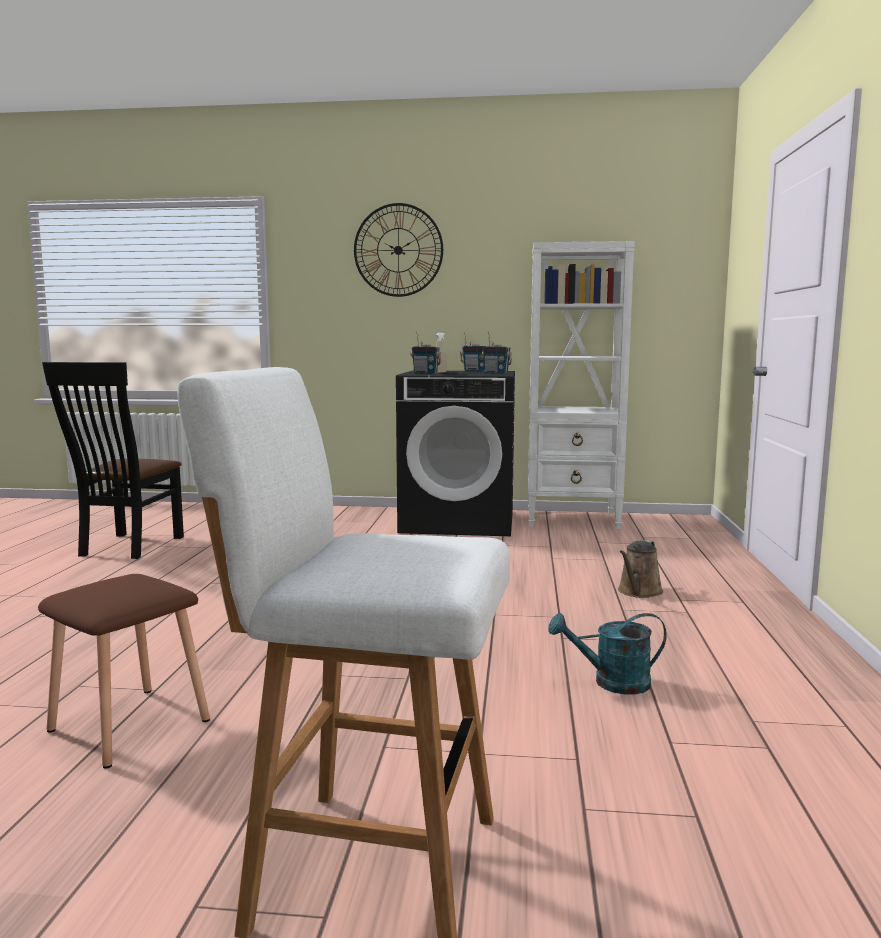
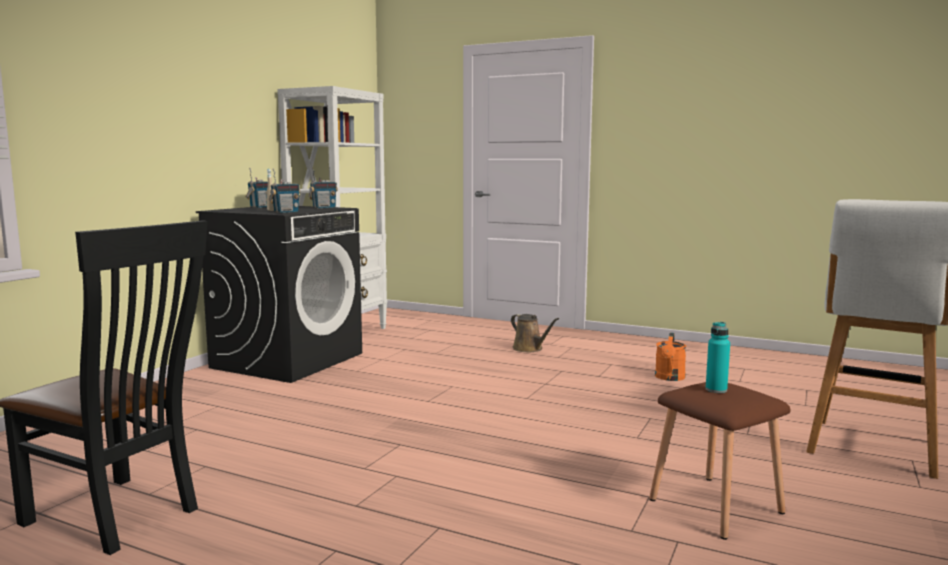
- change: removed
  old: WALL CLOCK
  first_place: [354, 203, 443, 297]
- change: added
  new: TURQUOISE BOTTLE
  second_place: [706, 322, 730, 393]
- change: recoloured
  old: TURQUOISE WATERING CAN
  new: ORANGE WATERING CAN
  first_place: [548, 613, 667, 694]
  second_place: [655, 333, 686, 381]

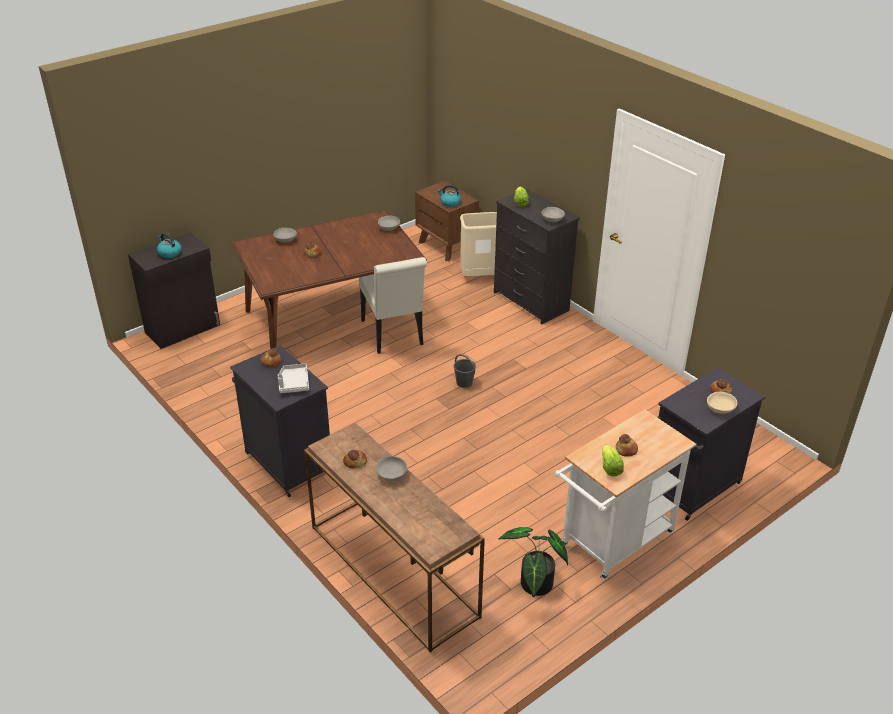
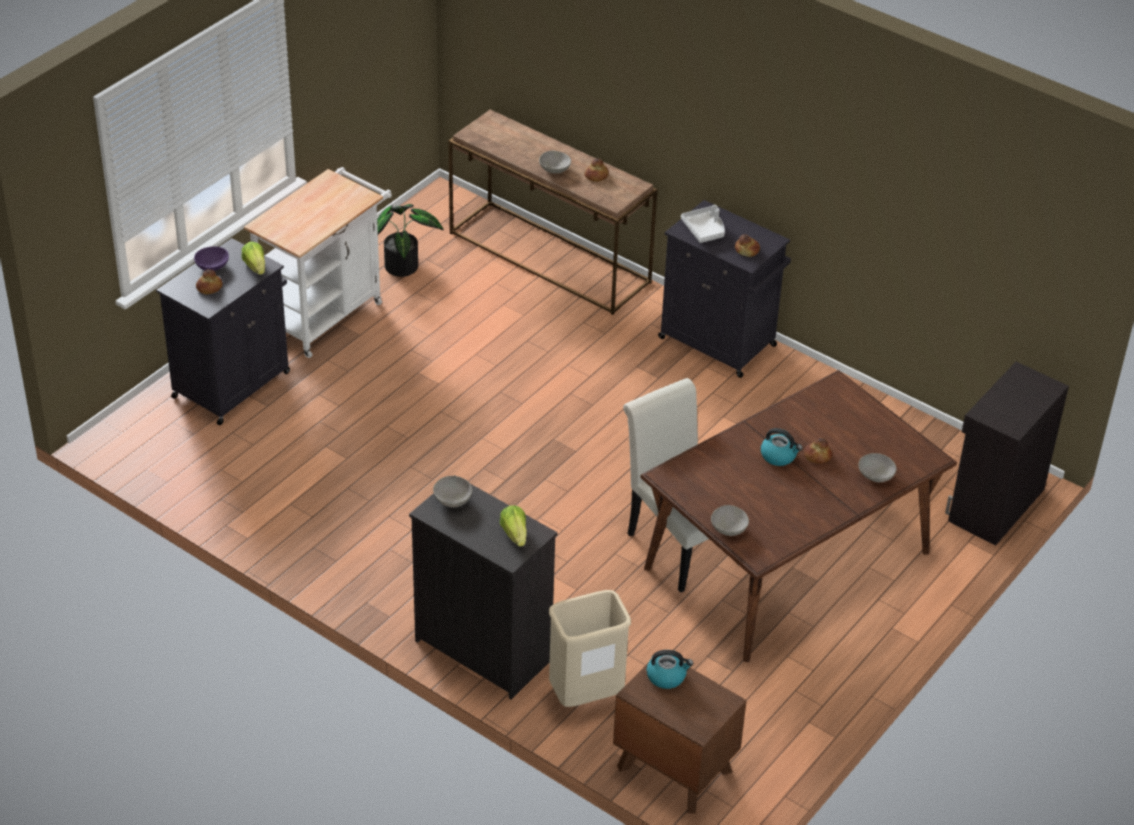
- change: removed
  old: GREY BUCKET
  first_place: [454, 354, 476, 388]
- change: removed
  old: BREAD
  first_place: [616, 434, 638, 457]
- change: moved
  old: KETTLE
  first_place: [157, 232, 182, 258]
  second_place: [761, 428, 803, 466]
- change: moved
  old: LETTUCE
  first_place: [602, 445, 624, 476]
  second_place: [242, 242, 265, 275]
- change: recoloured
  old: BEIGE BOWL
  new: PURPLE BOWL
  first_place: [707, 392, 737, 414]
  second_place: [194, 247, 229, 271]

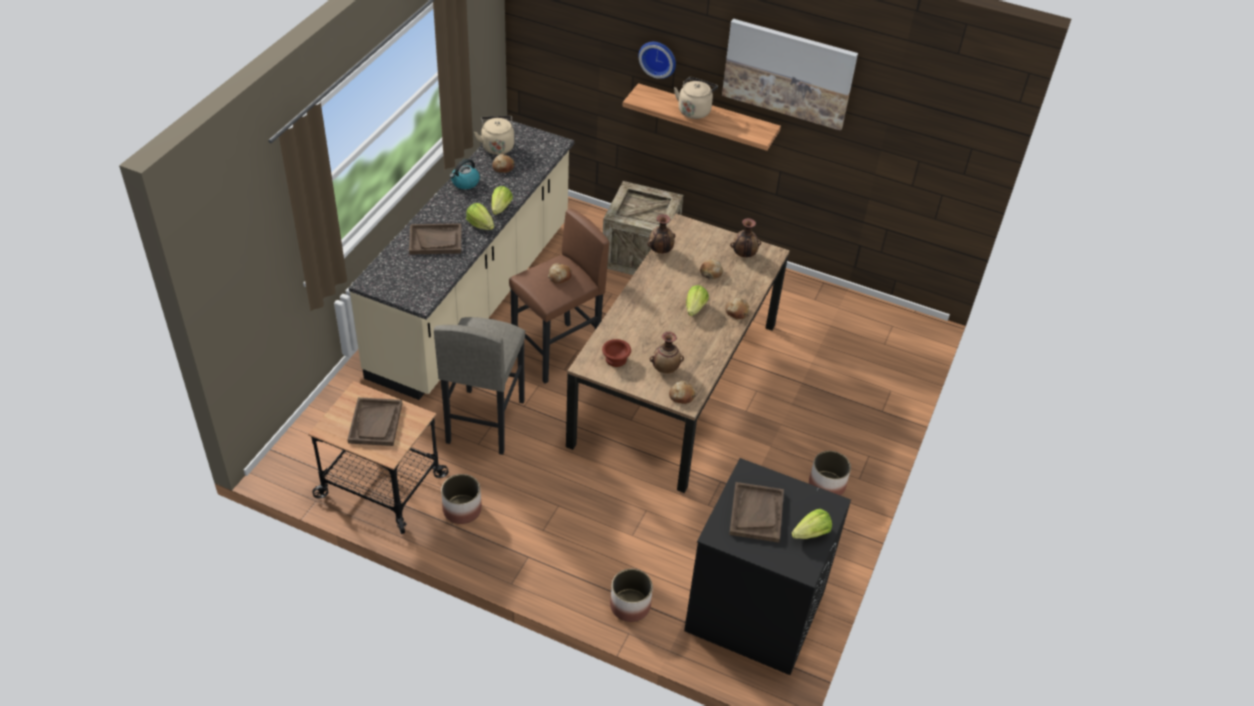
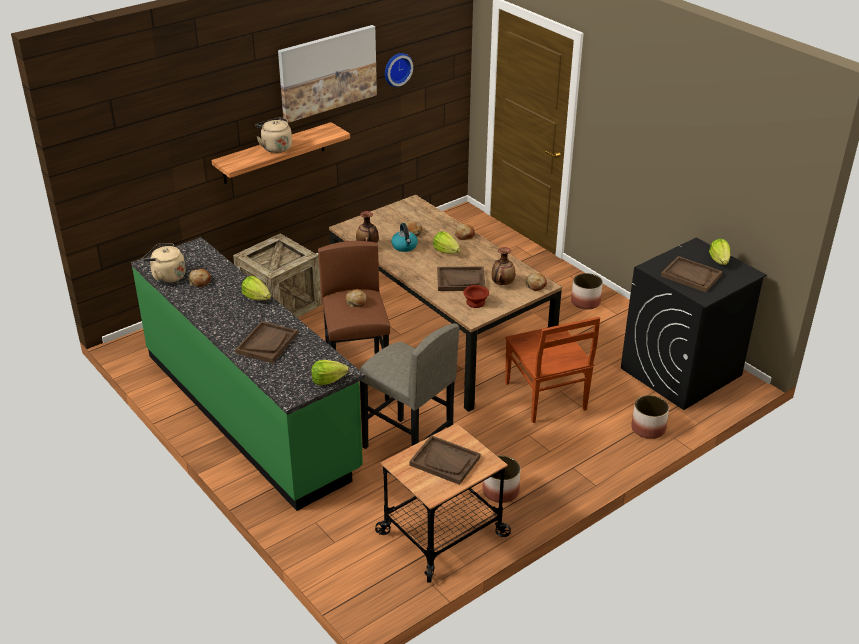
- change: removed
  old: VASE
  first_place: [730, 218, 761, 258]
- change: added
  new: BROWN TRAY
  second_place: [437, 267, 486, 291]
- change: added
  new: BROWN CHAIR
  second_place: [505, 317, 600, 423]
- change: moved
  old: KETTLE
  first_place: [450, 159, 480, 189]
  second_place: [391, 223, 418, 252]
- change: moved
  old: LETTUCE
  first_place: [466, 203, 494, 230]
  second_place: [311, 360, 349, 385]
- change: moved
  old: WALL CLOCK
  first_place: [639, 42, 676, 79]
  second_place: [385, 53, 413, 87]
- change: recoloured
  old: BEIGE COUNTER
  new: GREEN COUNTER
  first_place: [349, 119, 574, 400]
  second_place: [131, 237, 365, 511]

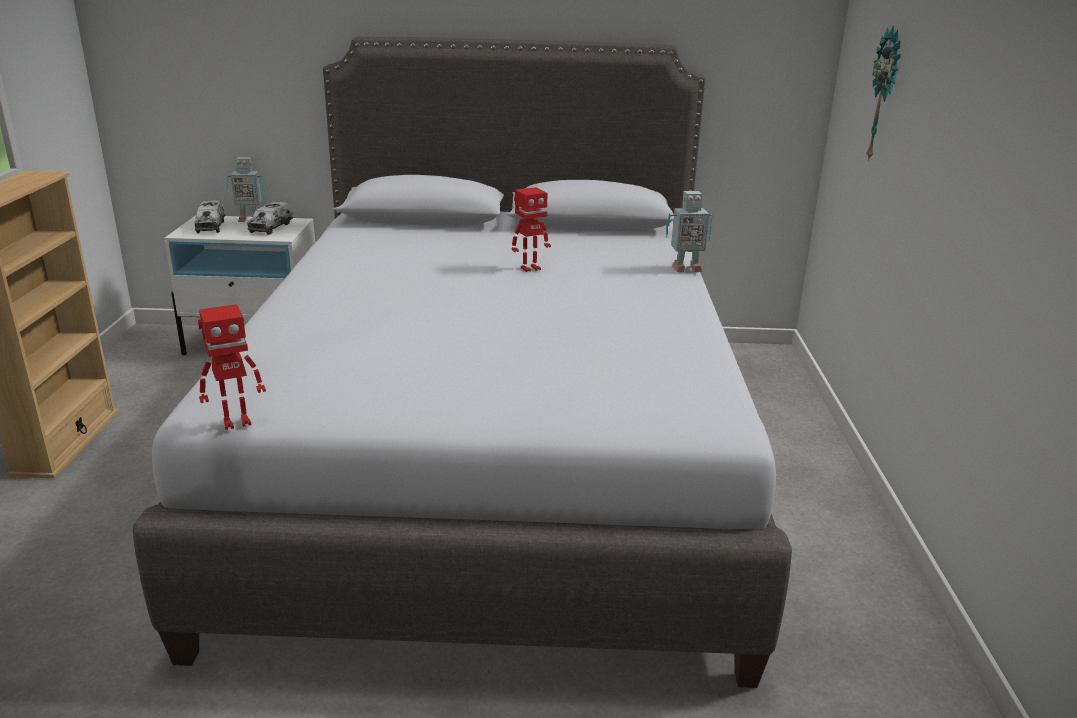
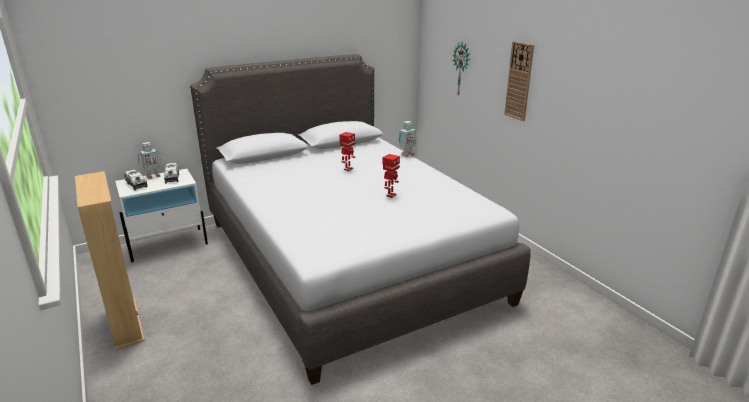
- change: added
  new: WALL CLOCK
  second_place: [504, 41, 534, 121]
- change: moved
  old: TOY ROBOT
  first_place: [198, 304, 266, 430]
  second_place: [382, 154, 400, 198]

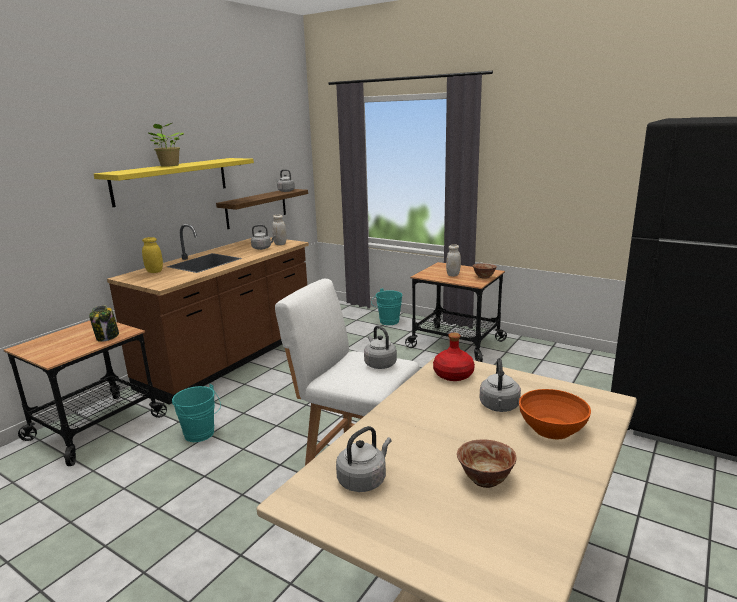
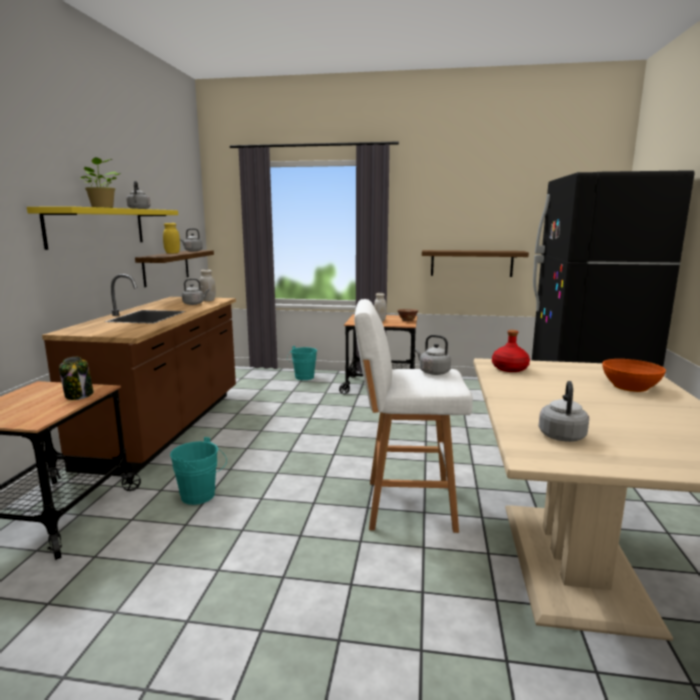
- change: removed
  old: BOWL
  first_place: [457, 439, 516, 488]
- change: added
  new: SHELF
  second_place: [422, 250, 529, 277]
- change: moved
  old: YELLOW JAR
  first_place: [142, 237, 163, 273]
  second_place: [163, 223, 180, 253]
- change: moved
  old: GREY KETTLE
  first_place: [480, 358, 521, 412]
  second_place: [126, 181, 151, 209]

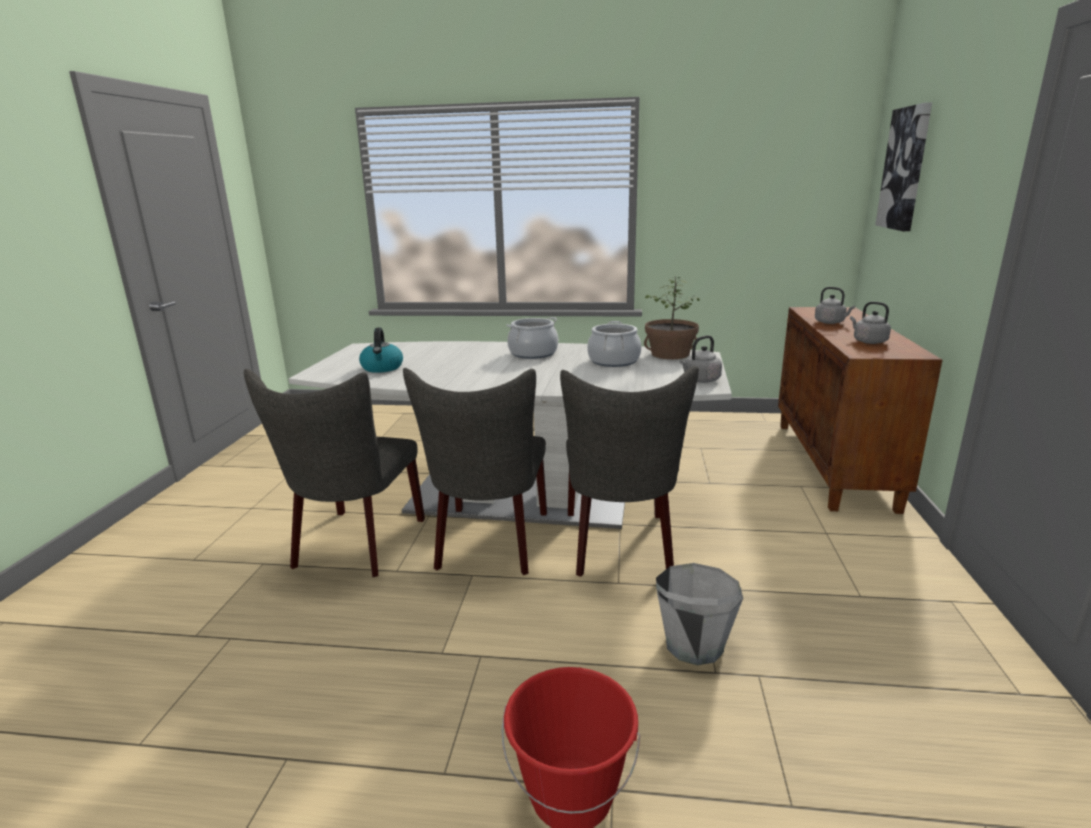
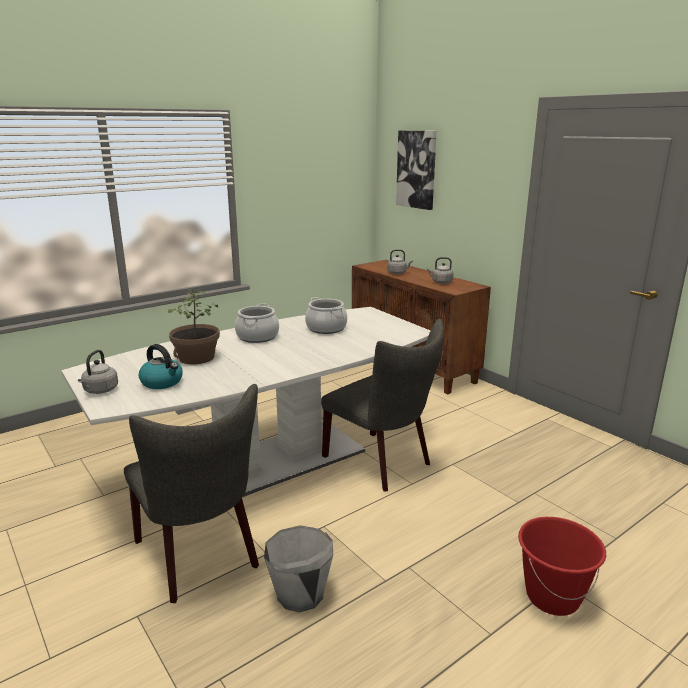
- change: removed
  old: GREY CHAIR
  first_place: [403, 368, 547, 575]
- change: moved
  old: POTTED PLANT
  first_place: [644, 276, 699, 359]
  second_place: [168, 288, 220, 364]
- change: moved
  old: GREY BUCKET
  first_place: [656, 563, 743, 665]
  second_place: [264, 525, 333, 612]
- change: moved
  old: GREY KETTLE
  first_place: [680, 335, 722, 383]
  second_place: [78, 350, 118, 394]

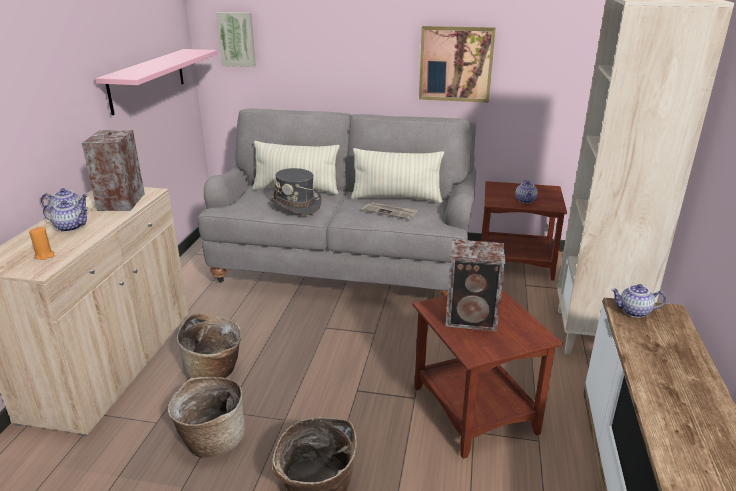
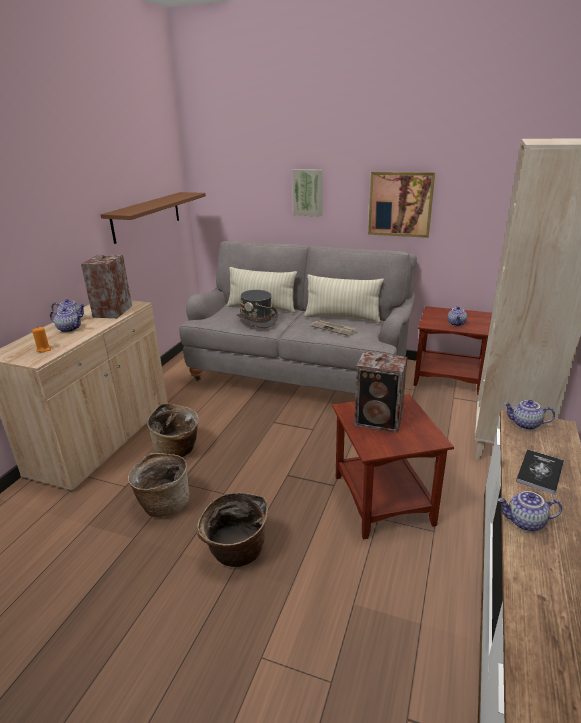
- change: added
  new: TEAPOT
  second_place: [498, 491, 562, 531]
- change: added
  new: BOOK
  second_place: [516, 450, 564, 494]
- change: moved
  old: PICTURE
  first_place: [216, 12, 256, 67]
  second_place: [293, 169, 323, 217]
- change: recoloured
  old: PINK SHELF
  new: BROWN SHELF
  first_place: [95, 49, 218, 115]
  second_place: [101, 192, 206, 244]

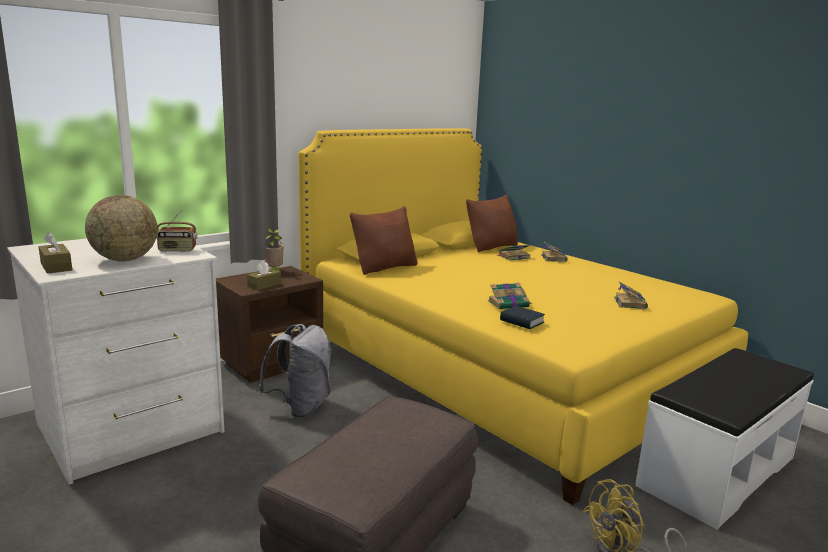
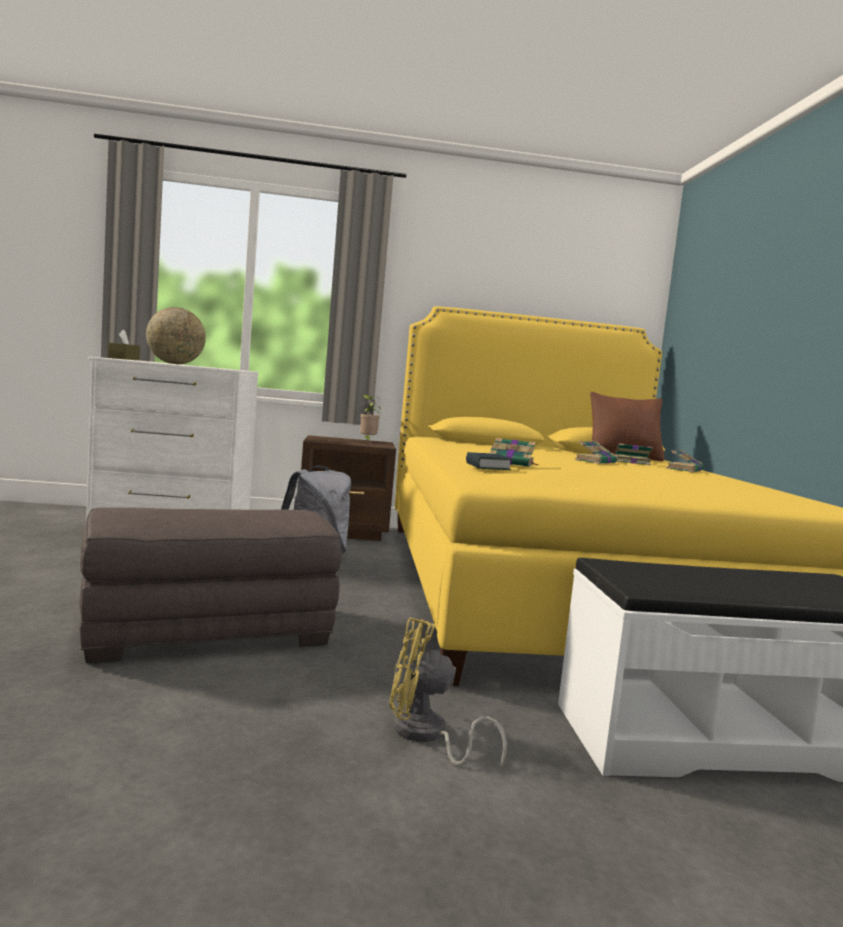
- change: removed
  old: RADIO
  first_place: [156, 210, 198, 252]
- change: removed
  old: BROWN TISSUE BOX
  first_place: [247, 261, 281, 290]
- change: removed
  old: BROWN PILLOW
  first_place: [350, 206, 417, 275]
- change: moved
  old: BOOK
  first_place: [614, 281, 648, 309]
  second_place: [575, 441, 617, 464]

